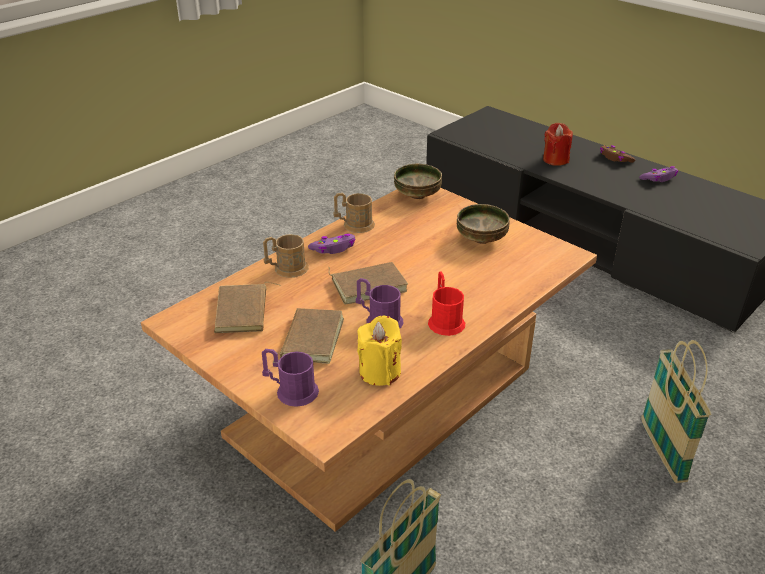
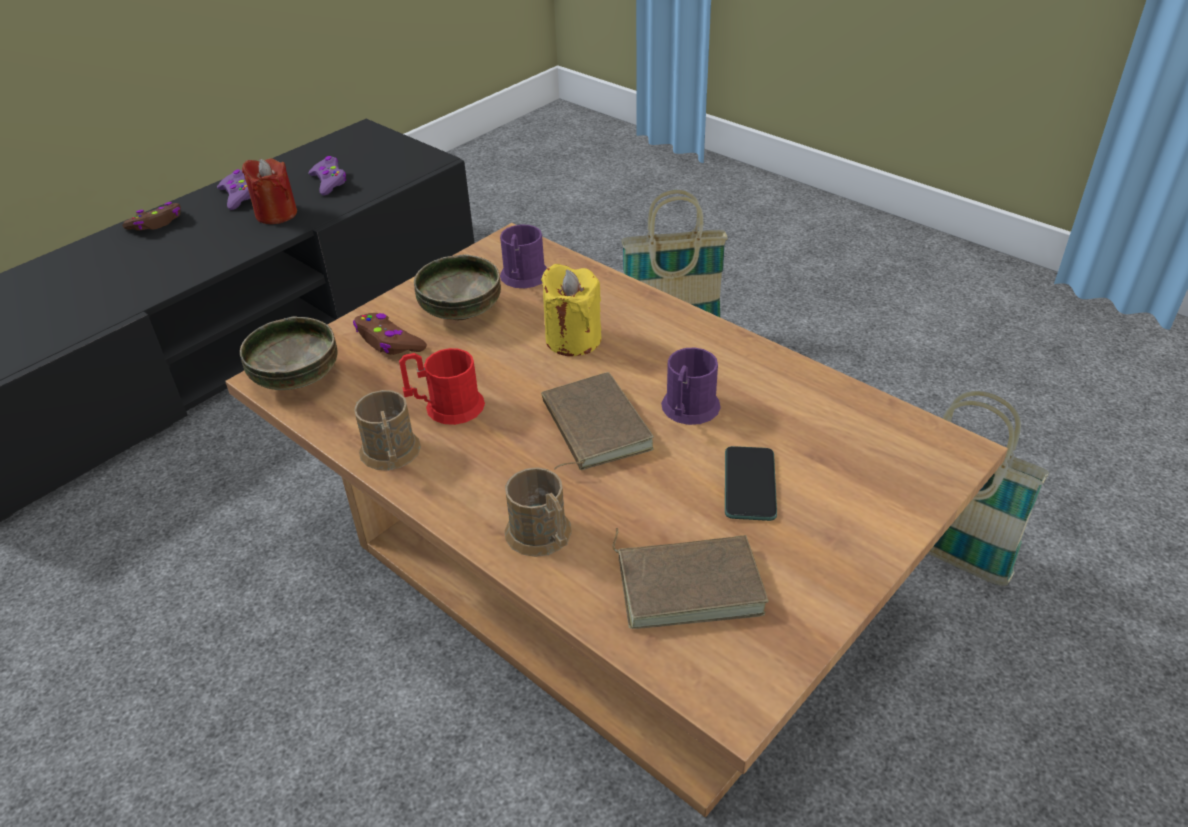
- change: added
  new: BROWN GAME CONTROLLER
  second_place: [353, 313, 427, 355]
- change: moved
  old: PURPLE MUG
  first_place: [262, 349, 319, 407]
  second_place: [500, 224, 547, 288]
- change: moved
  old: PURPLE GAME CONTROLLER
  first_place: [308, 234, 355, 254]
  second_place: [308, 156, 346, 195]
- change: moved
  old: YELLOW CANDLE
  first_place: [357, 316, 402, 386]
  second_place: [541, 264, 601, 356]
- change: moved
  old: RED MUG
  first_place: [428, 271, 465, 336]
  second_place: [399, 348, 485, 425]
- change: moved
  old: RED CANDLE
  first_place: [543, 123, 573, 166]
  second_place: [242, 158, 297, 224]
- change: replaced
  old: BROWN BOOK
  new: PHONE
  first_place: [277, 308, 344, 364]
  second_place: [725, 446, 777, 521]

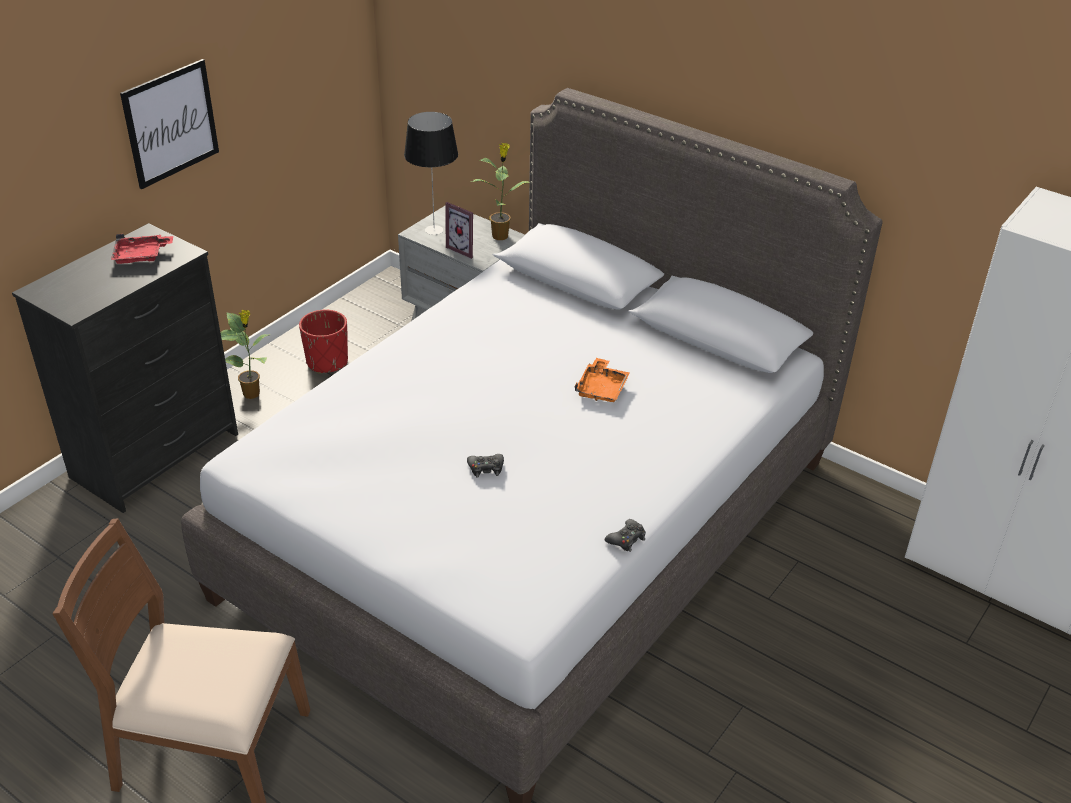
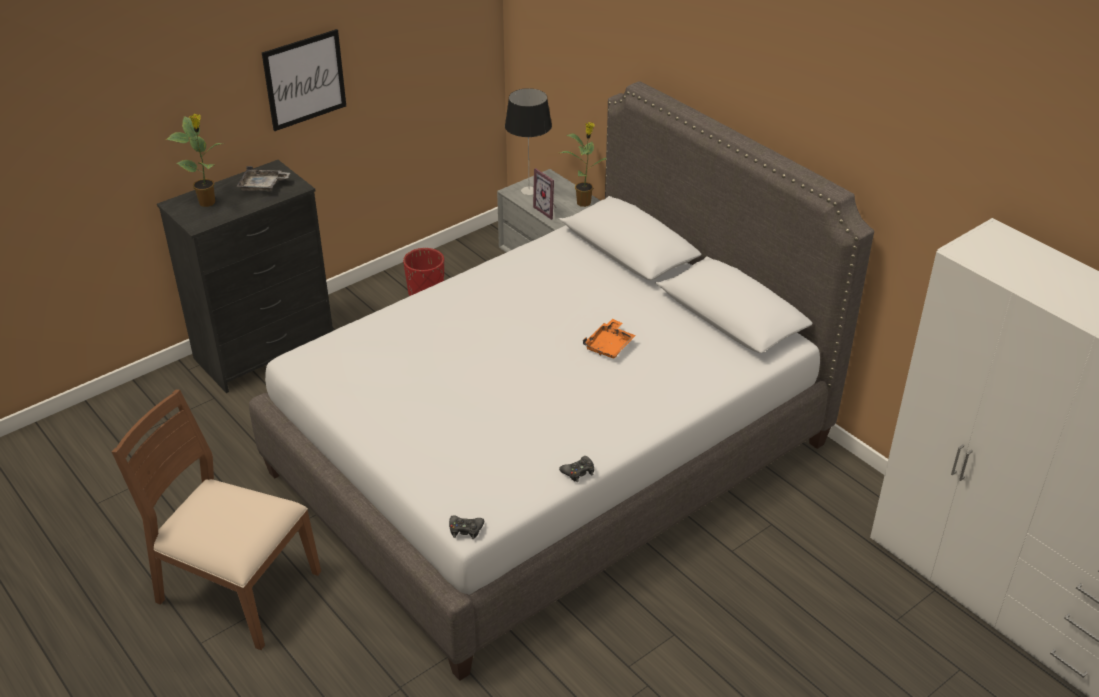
- change: moved
  old: POTTED PLANT
  first_place: [220, 310, 271, 399]
  second_place: [166, 114, 222, 207]
- change: moved
  old: BLACK GAME CONTROLLER
  first_place: [467, 454, 504, 477]
  second_place: [449, 515, 484, 539]
- change: recoloured
  old: RED TRAY
  new: GREY TRAY
  first_place: [111, 234, 173, 264]
  second_place: [236, 166, 290, 192]

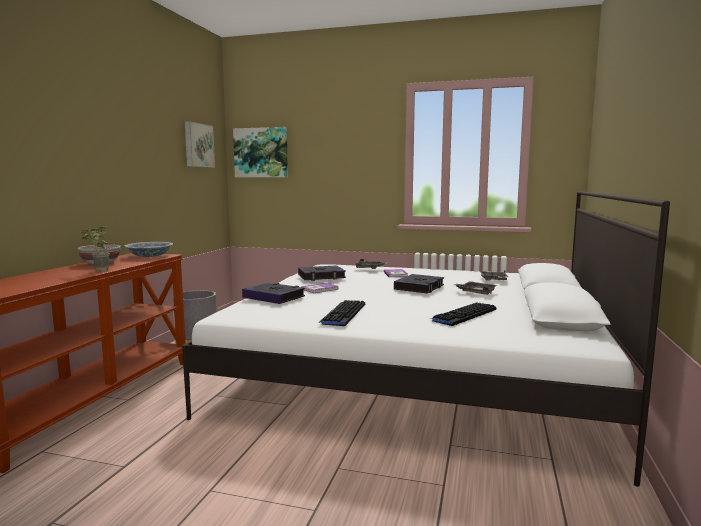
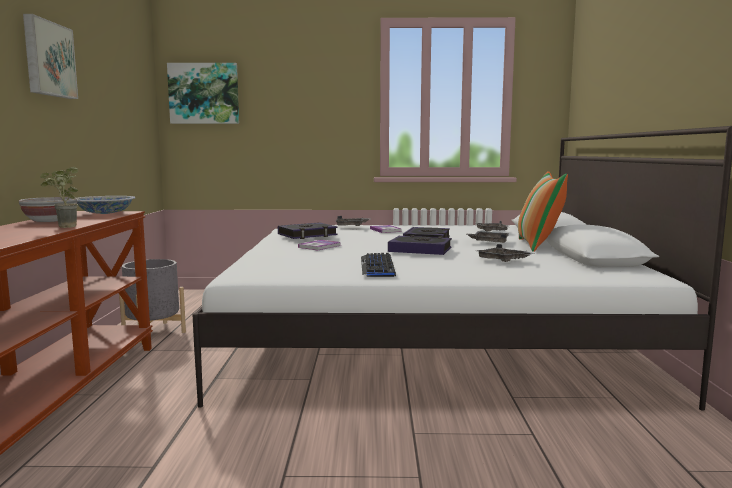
- change: added
  new: PILLOW
  second_place: [518, 171, 568, 252]
- change: moved
  old: PICTURE
  first_place: [185, 121, 215, 168]
  second_place: [23, 14, 78, 99]
- change: moved
  old: BOOK
  first_place: [242, 283, 305, 304]
  second_place: [388, 235, 452, 255]
- change: replaced
  old: KEYBOARD
  new: GREY TRAY
  first_place: [431, 302, 497, 326]
  second_place: [477, 244, 535, 262]

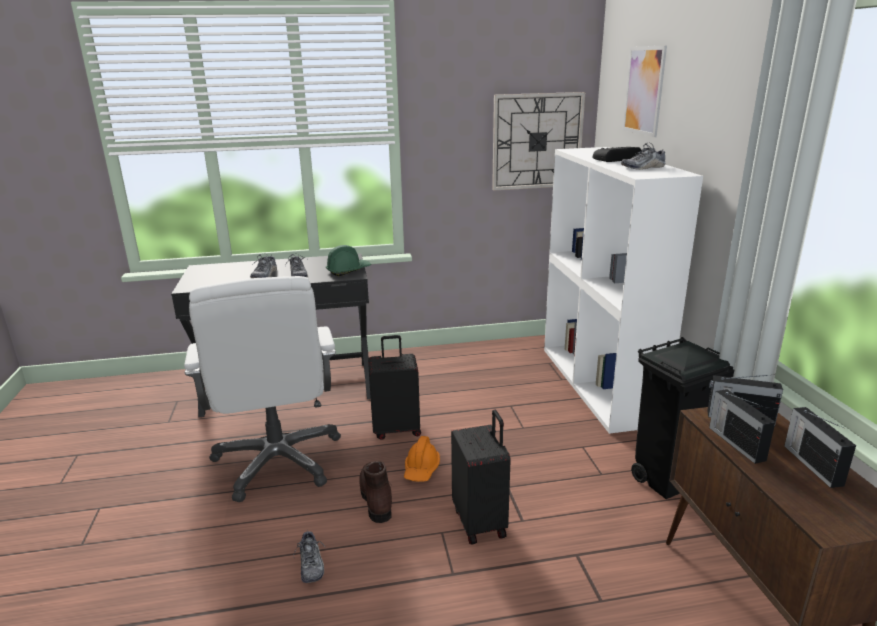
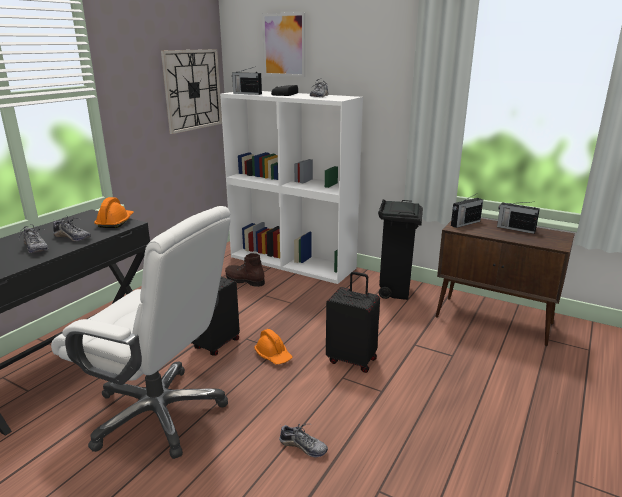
- change: moved
  old: BROWN BOOT
  first_place: [359, 461, 392, 523]
  second_place: [225, 253, 265, 287]
- change: moved
  old: RADIO
  first_place: [709, 389, 775, 464]
  second_place: [232, 67, 262, 95]
- change: recoloured
  old: GREEN HARD HAT
  new: ORANGE HARD HAT
  first_place: [326, 245, 371, 276]
  second_place: [94, 197, 134, 228]

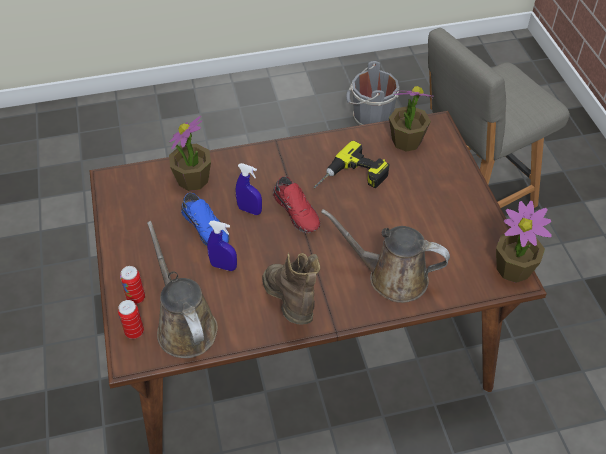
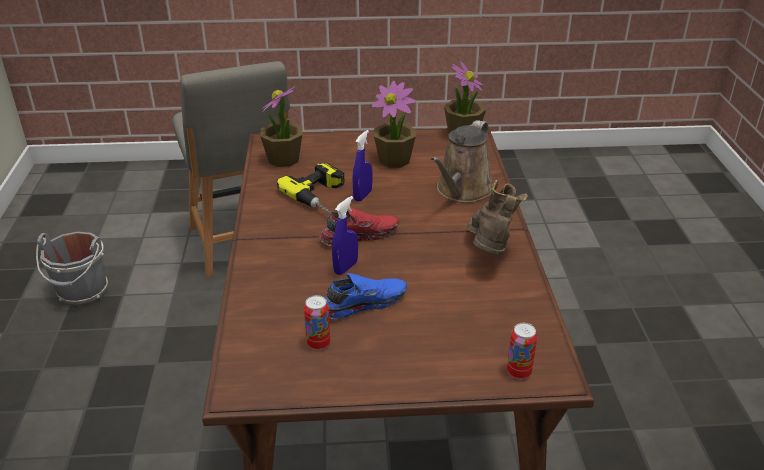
- change: removed
  old: BROWN WATERING CAN
  first_place: [147, 221, 218, 358]
- change: moved
  old: CAN
  first_place: [120, 266, 145, 304]
  second_place: [304, 295, 330, 350]
- change: moved
  old: POTTED PLANT
  first_place: [169, 116, 211, 191]
  second_place: [372, 81, 416, 168]
- change: moved
  old: BLUE SPRAY BOTTLE
  first_place: [207, 221, 237, 271]
  second_place: [352, 130, 373, 202]
- change: turned
  old: BROWN BOOT
  first_place: [262, 253, 320, 325]
  second_place: [467, 180, 528, 255]
  degrees: 105

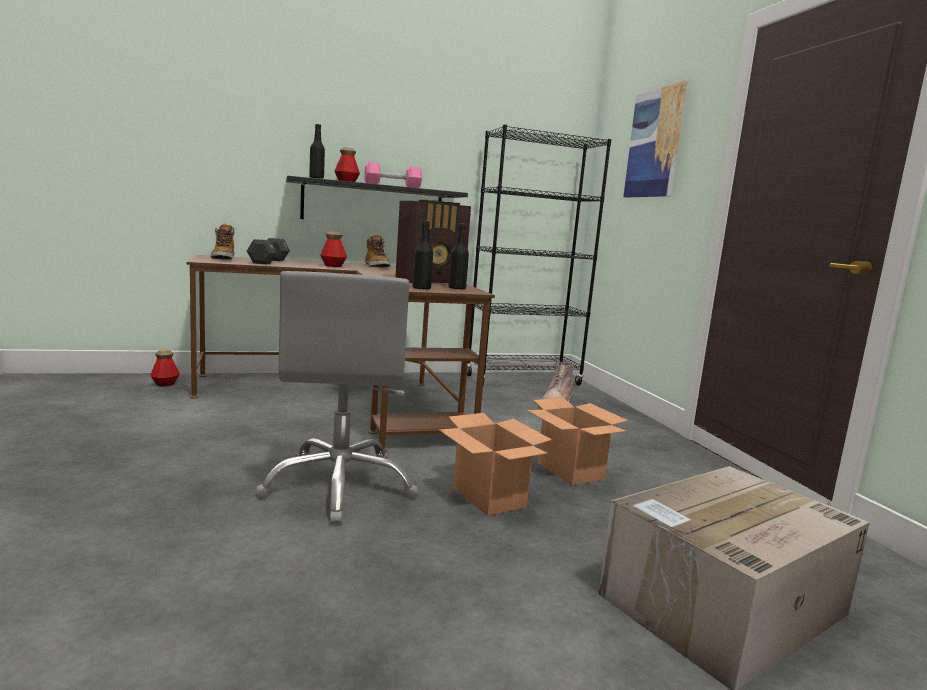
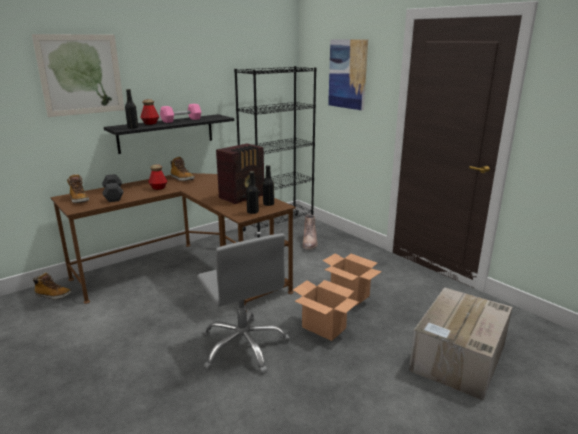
- change: added
  new: PICTURE
  second_place: [32, 34, 124, 117]
- change: replaced
  old: BOTTLE
  new: BOOT
  first_place: [150, 350, 180, 387]
  second_place: [33, 272, 71, 300]

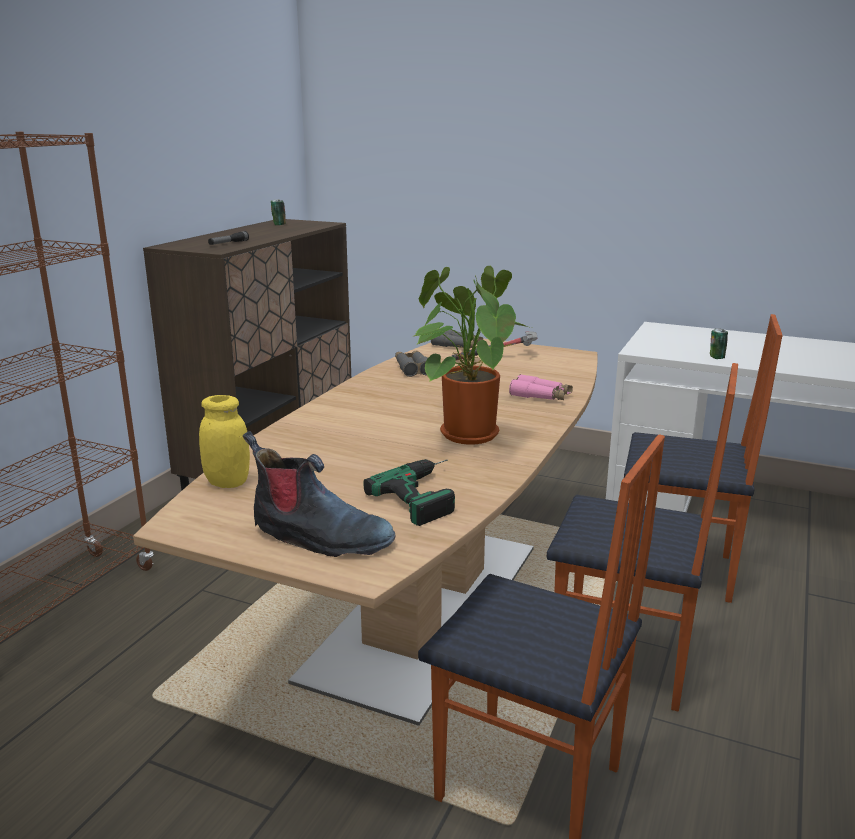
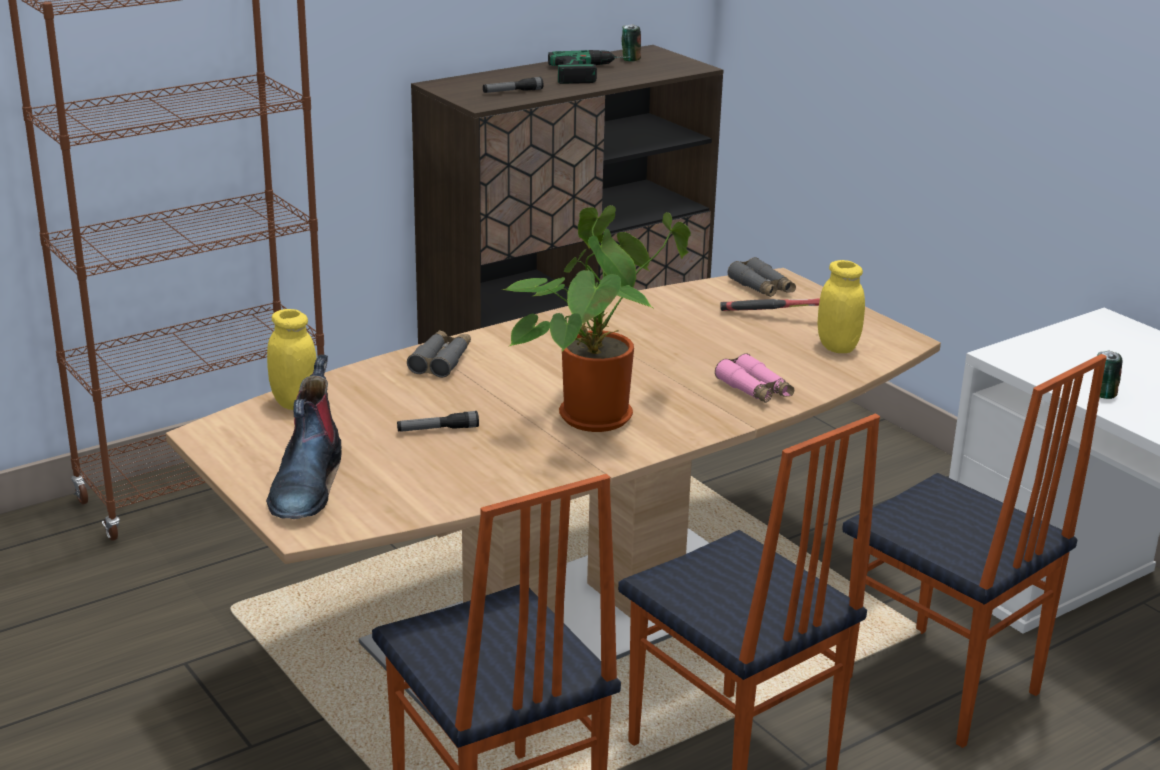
- change: added
  new: FLASHLIGHT
  second_place: [397, 411, 479, 432]
- change: added
  new: YELLOW JAR
  second_place: [817, 260, 865, 353]
- change: moved
  old: POWER DRILL
  first_place: [364, 459, 455, 526]
  second_place: [548, 50, 630, 84]
- change: moved
  old: GREY BINOCULARS
  first_place: [395, 351, 428, 377]
  second_place: [407, 330, 471, 378]
- change: turned
  old: BOOT
  first_place: [243, 431, 395, 557]
  second_place: [266, 354, 341, 519]
  degrees: 45

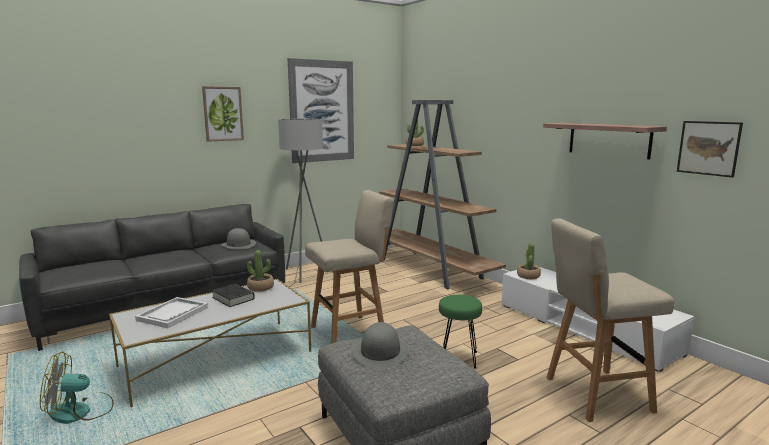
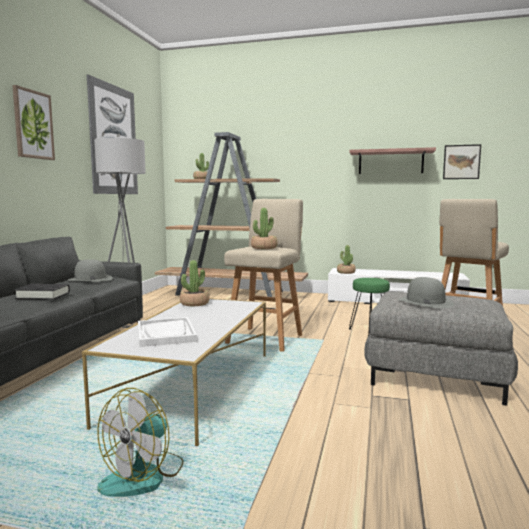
- change: added
  new: POTTED PLANT
  second_place: [251, 208, 278, 249]
- change: moved
  old: BLACK BOOK
  first_place: [212, 284, 255, 307]
  second_place: [14, 284, 70, 300]

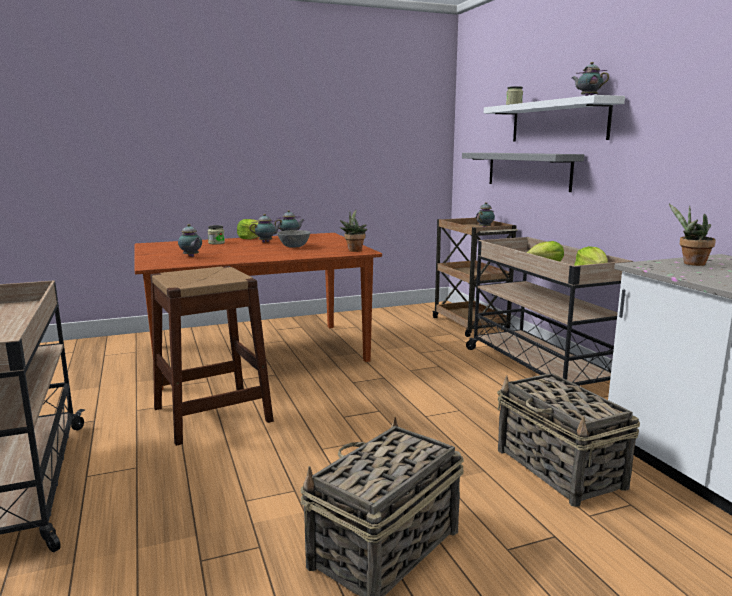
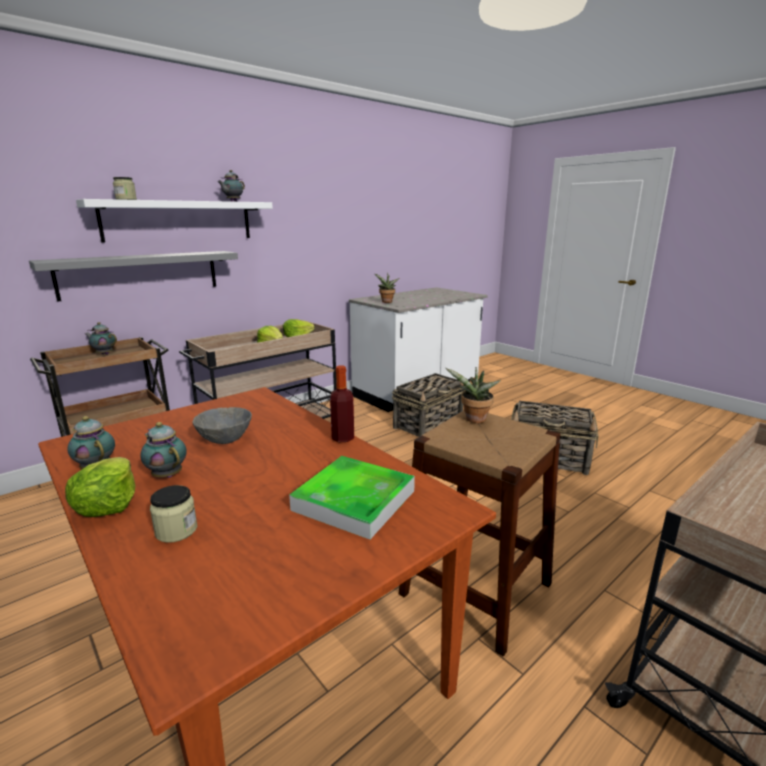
- change: added
  new: BOTTLE
  second_place: [330, 365, 354, 442]
- change: moved
  old: POTTED PLANT
  first_place: [340, 210, 367, 252]
  second_place: [446, 367, 501, 423]
- change: replaced
  old: TEAPOT
  new: TRAY
  first_place: [178, 224, 202, 257]
  second_place: [289, 456, 415, 540]

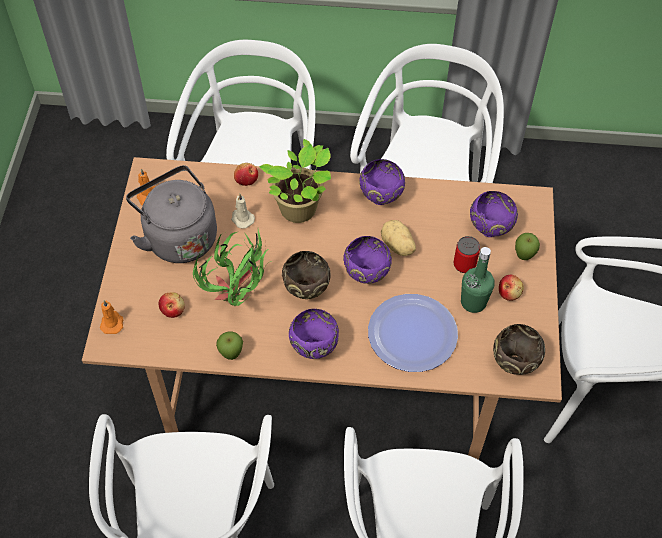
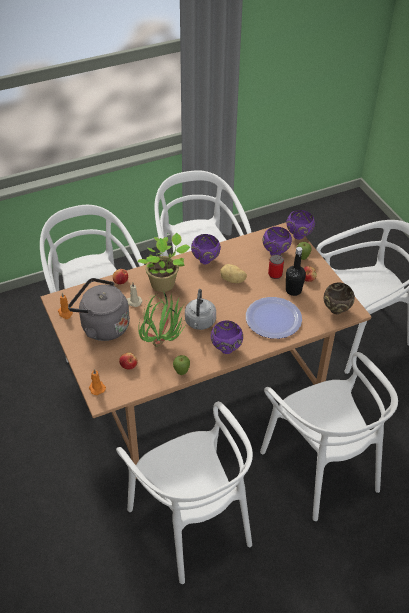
- change: moved
  old: PURPLE BOWL
  first_place: [343, 236, 392, 284]
  second_place: [286, 210, 315, 240]
- change: replaced
  old: BROWN BOWL
  new: GREY KETTLE
  first_place: [282, 251, 331, 299]
  second_place: [185, 289, 216, 330]
- change: recoloured
  old: GREEN BOTTLE
  new: BLACK BOTTLE
  first_place: [461, 247, 494, 313]
  second_place: [286, 247, 306, 296]

